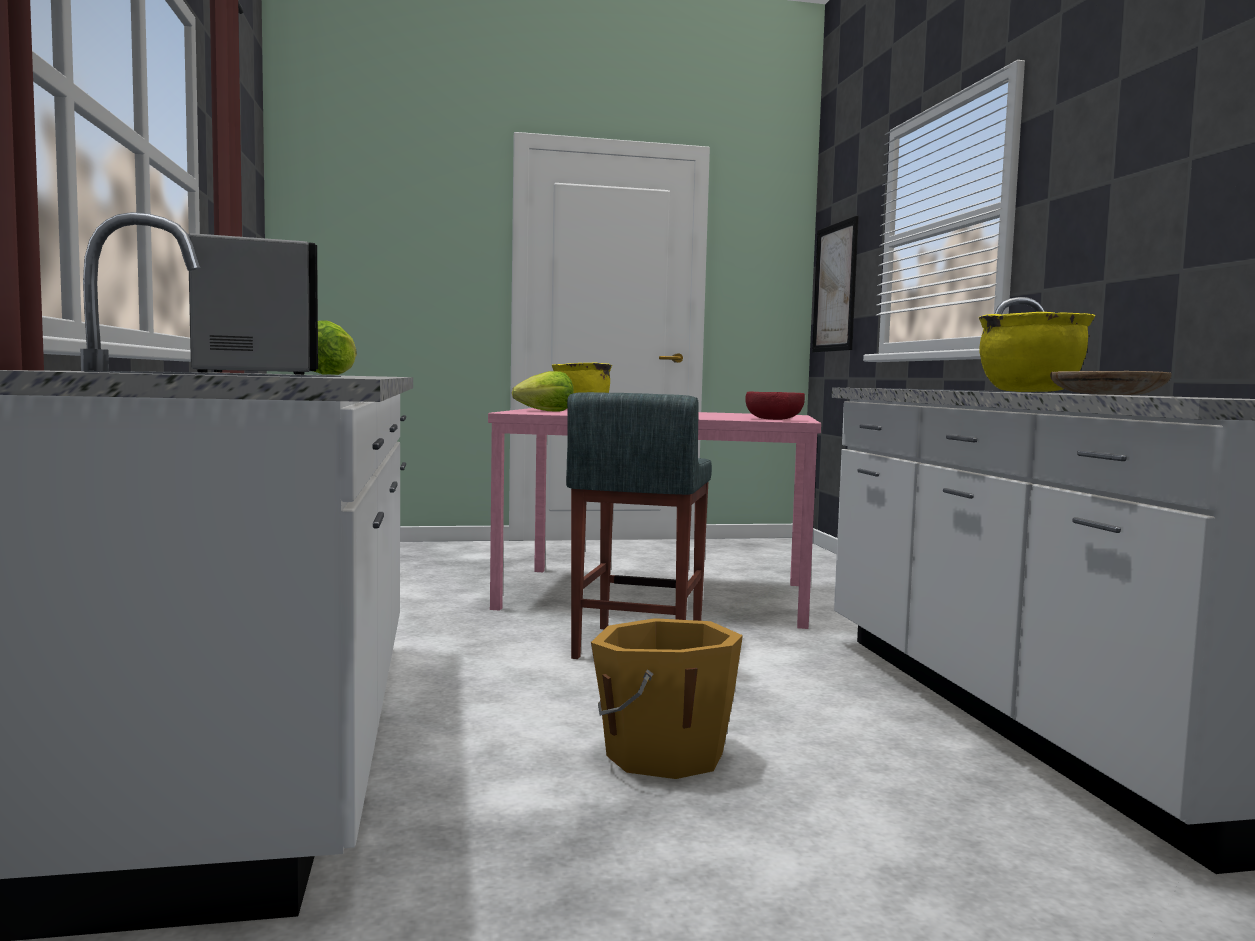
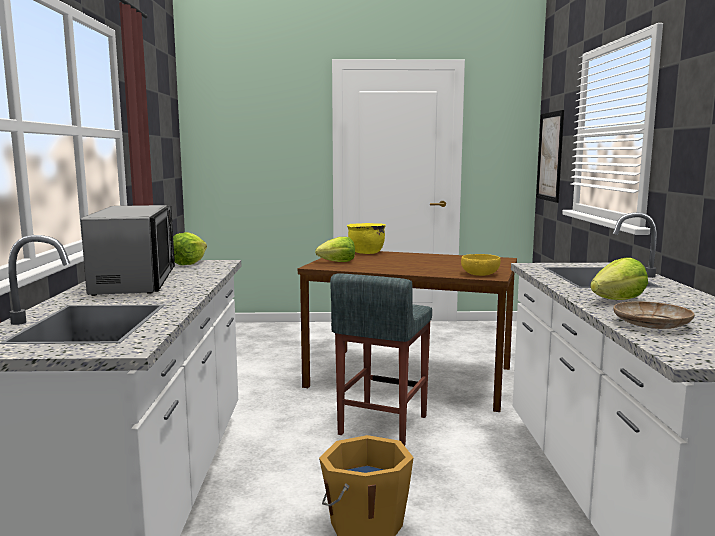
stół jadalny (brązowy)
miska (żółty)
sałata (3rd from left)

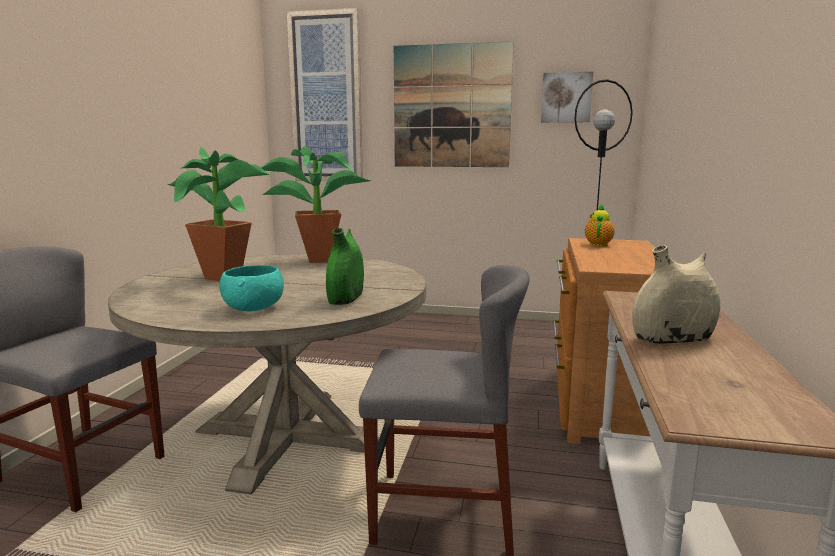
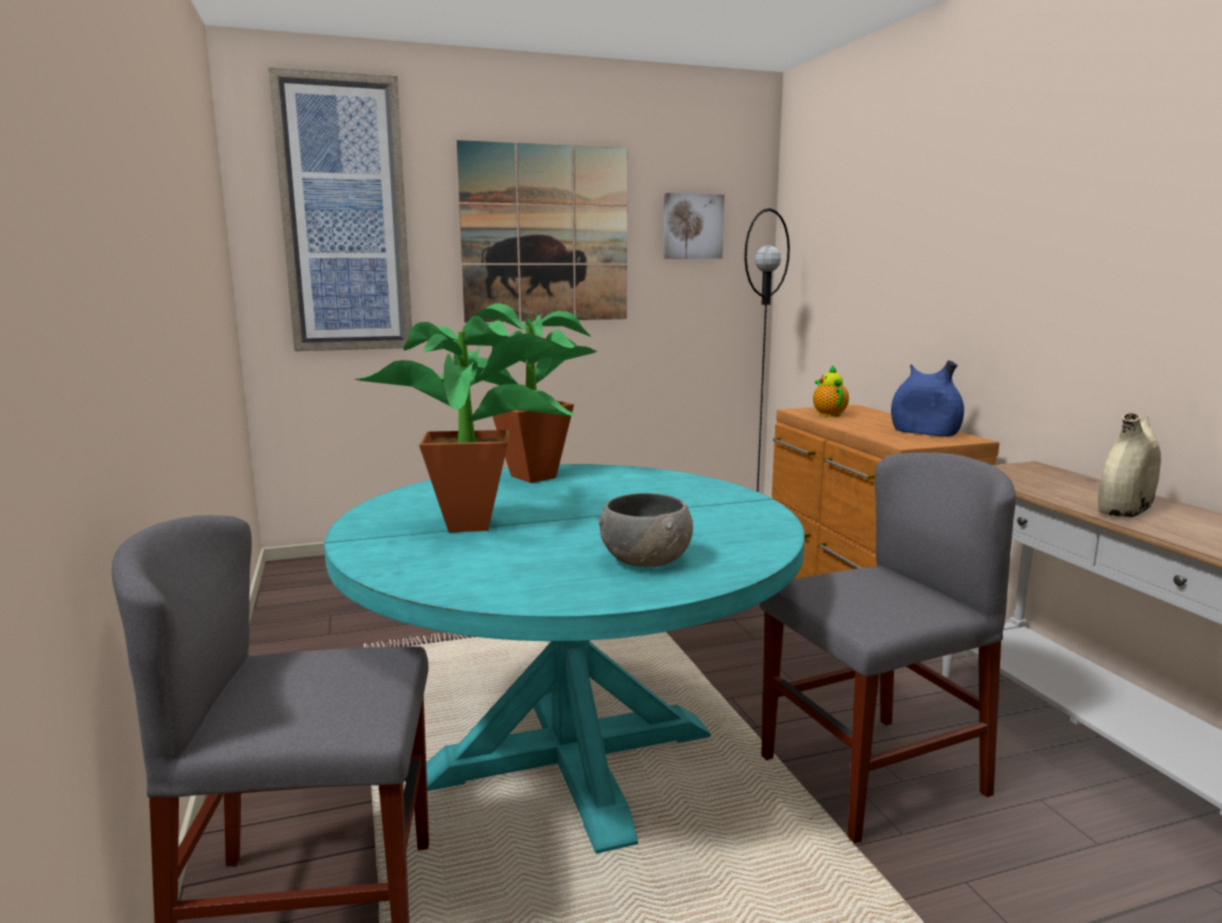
stół jadalny (turkusowy)
miska (szary)
wazon (niebieski)
wazon (zielony)

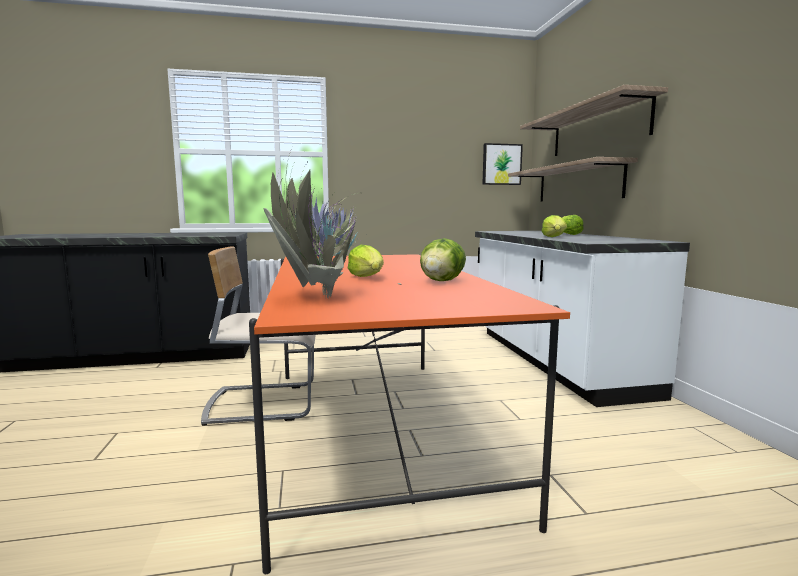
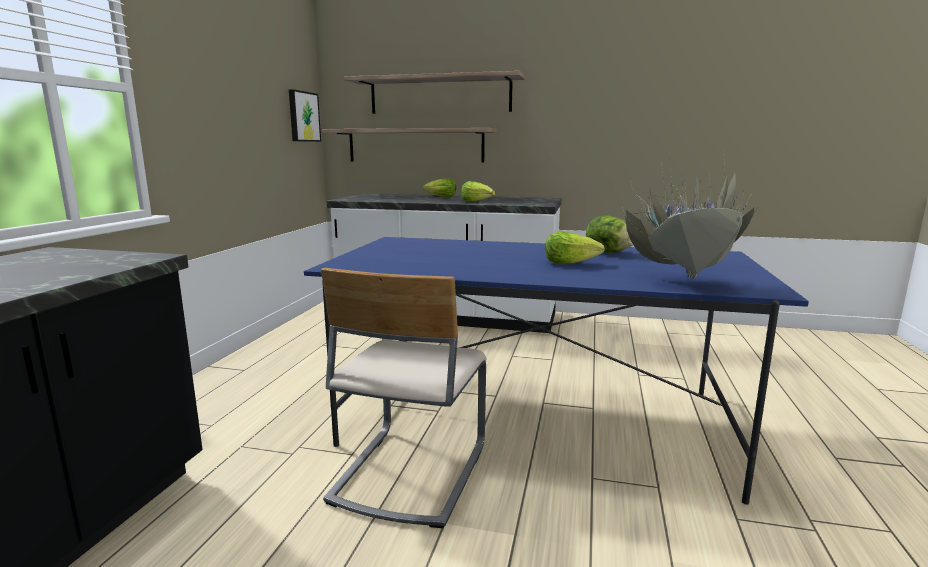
stół jadalny (niebieski)

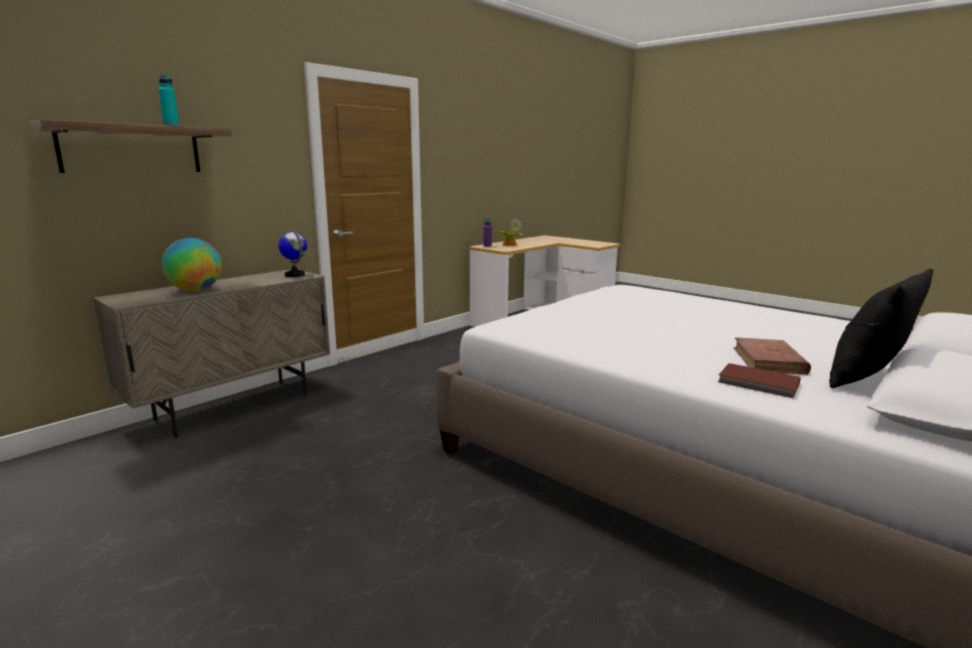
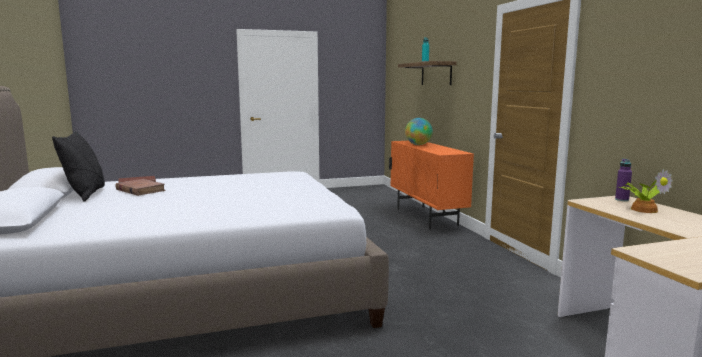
szafka (pomarańczowy)
globus (2nd from left in the first image)

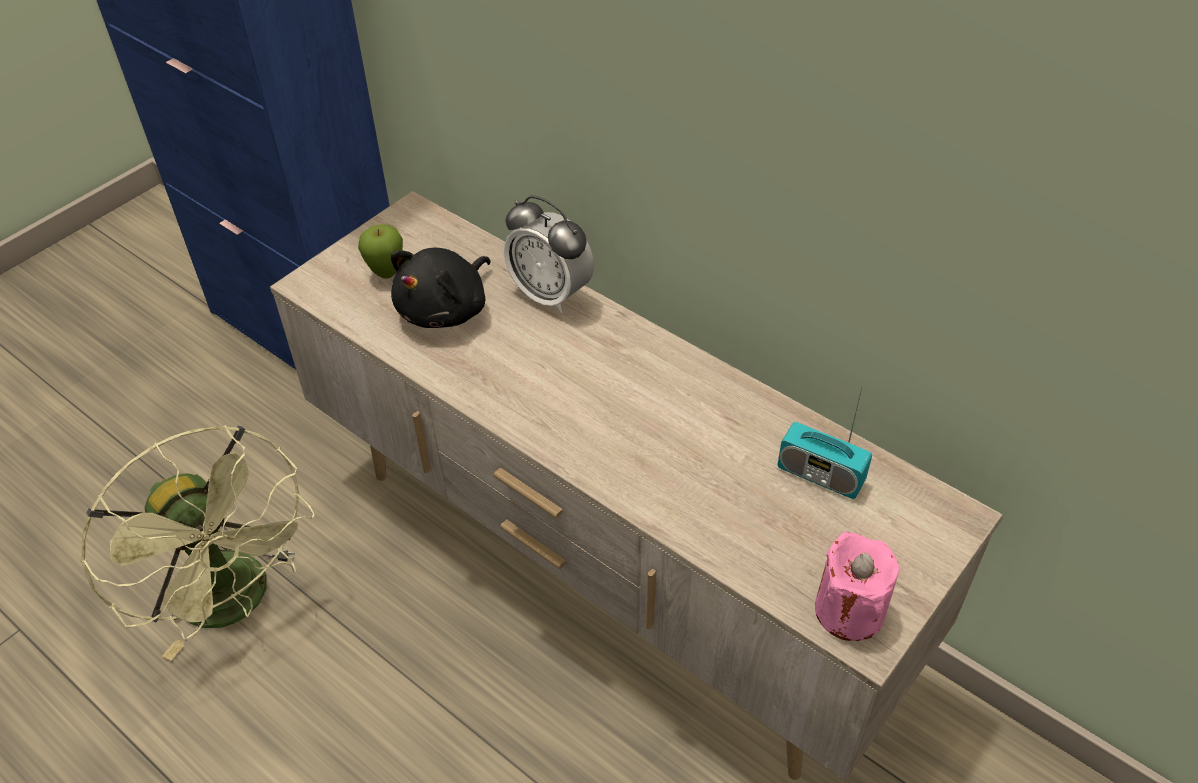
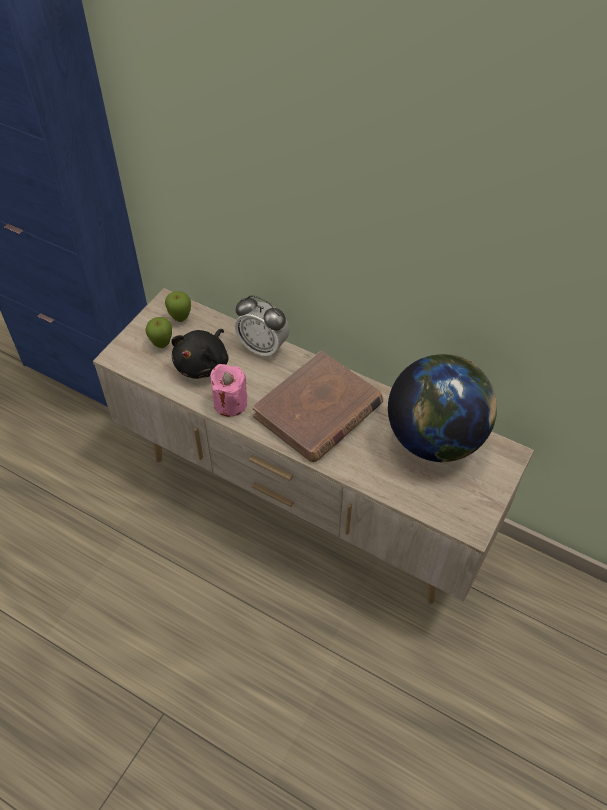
jabłko (2nd from left)
świeca (różowy)
książka (brązowy)
globus
wentylator (zielony)

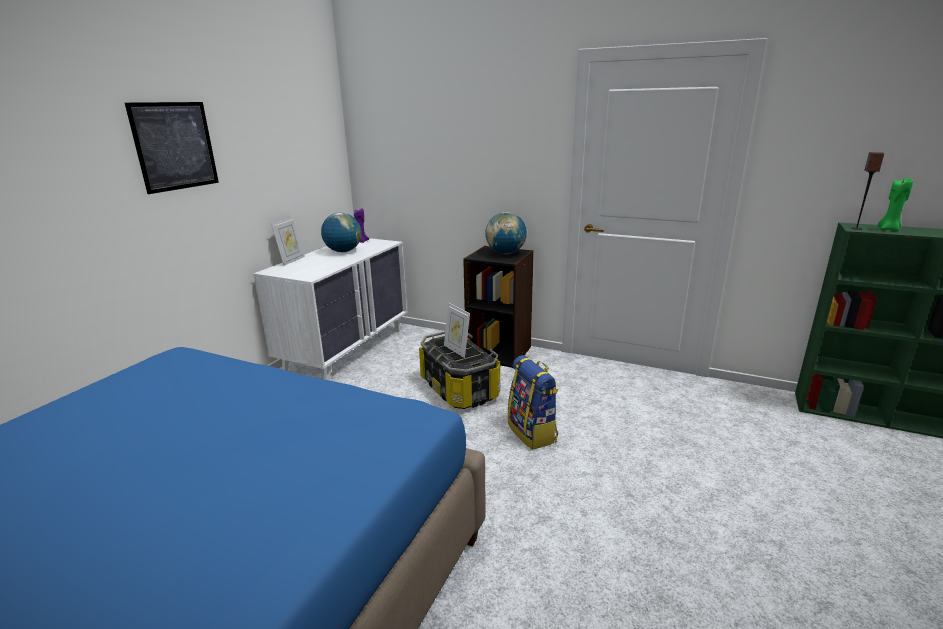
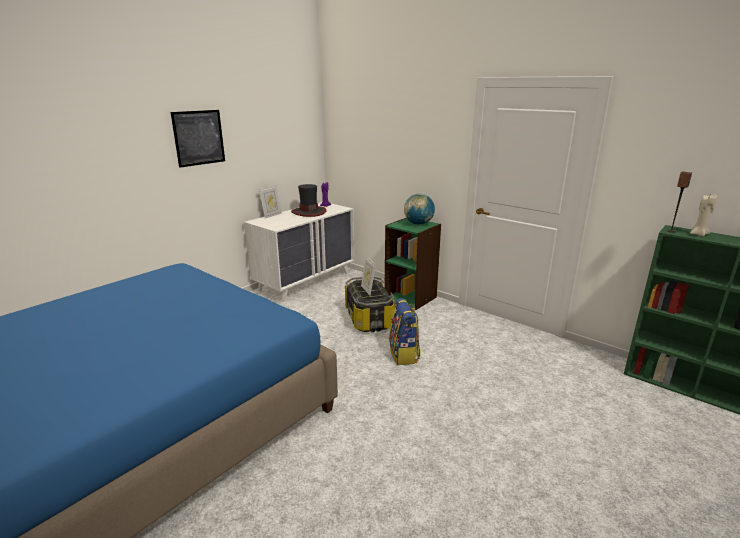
kapelusz
regał (zielony) (1st from left)
świeca (beżowy)

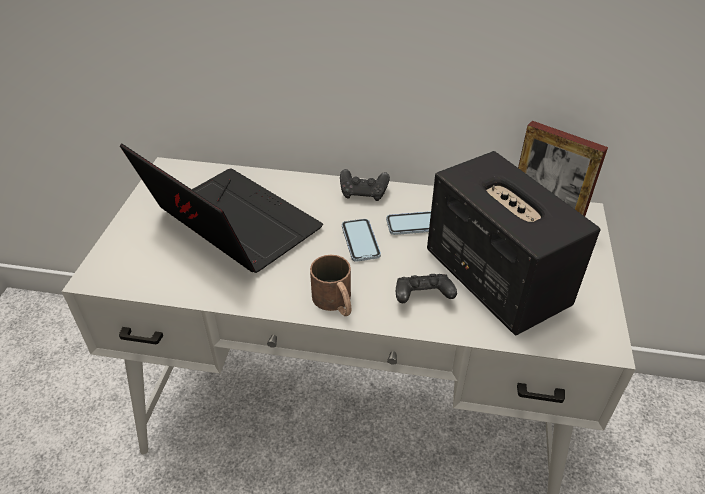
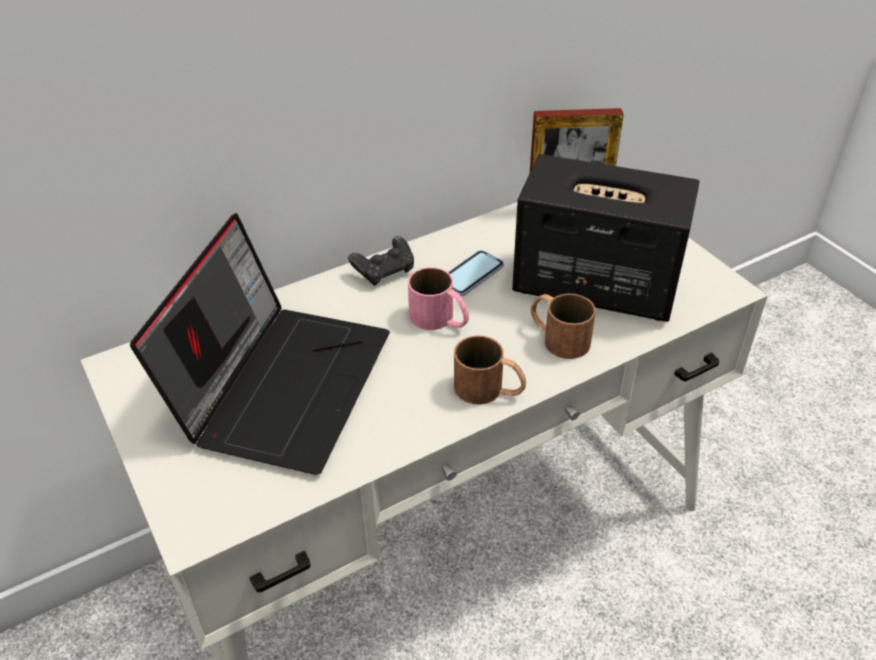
laptop
kubek (różowy)
kubek (brązowy) (2nd from left)

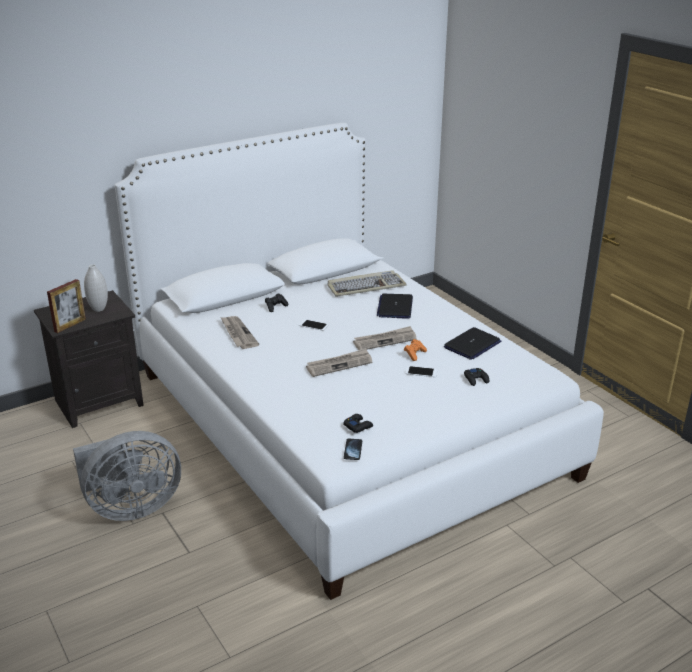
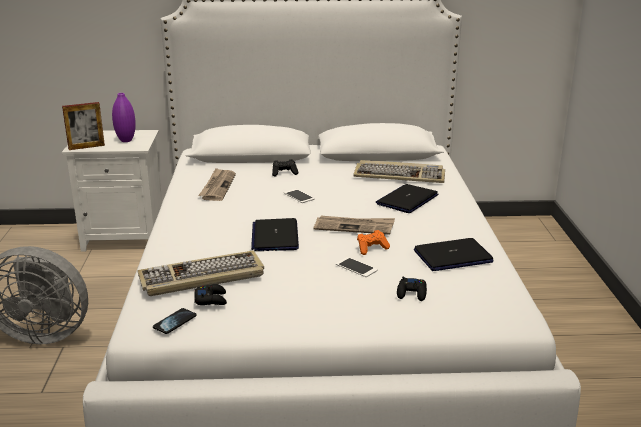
szafka nocna (biały)
wazon (fioletowy)
klawiatura (1st from left)
laptop (1st from left)

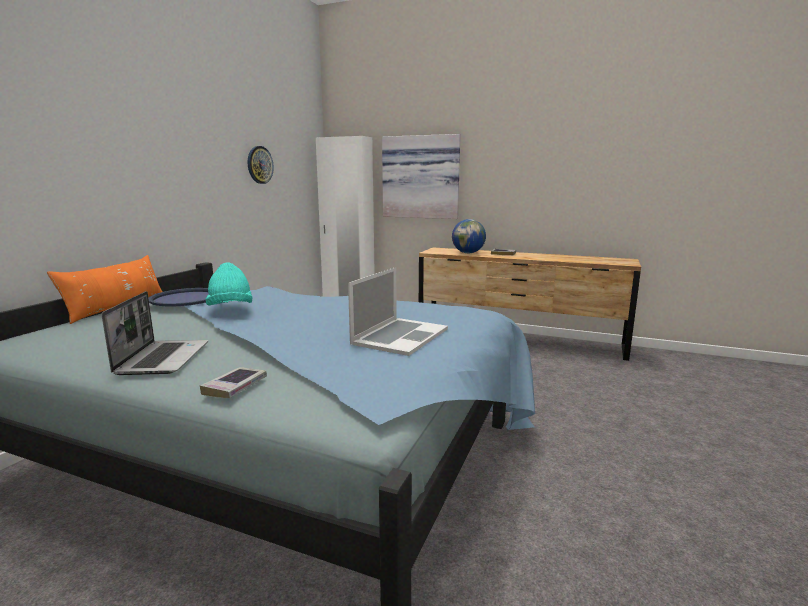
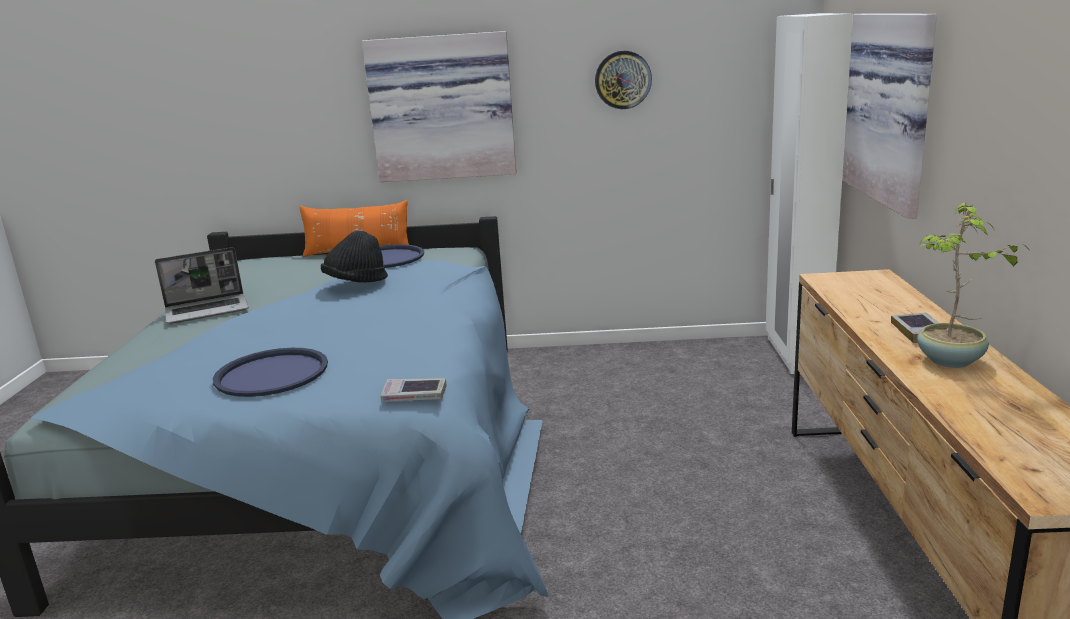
taca (niebieski) (1st from left)
kapelusz (czarny)
obraz (1st from left)
książka (1st from left)
roślina doniczkowa
globus

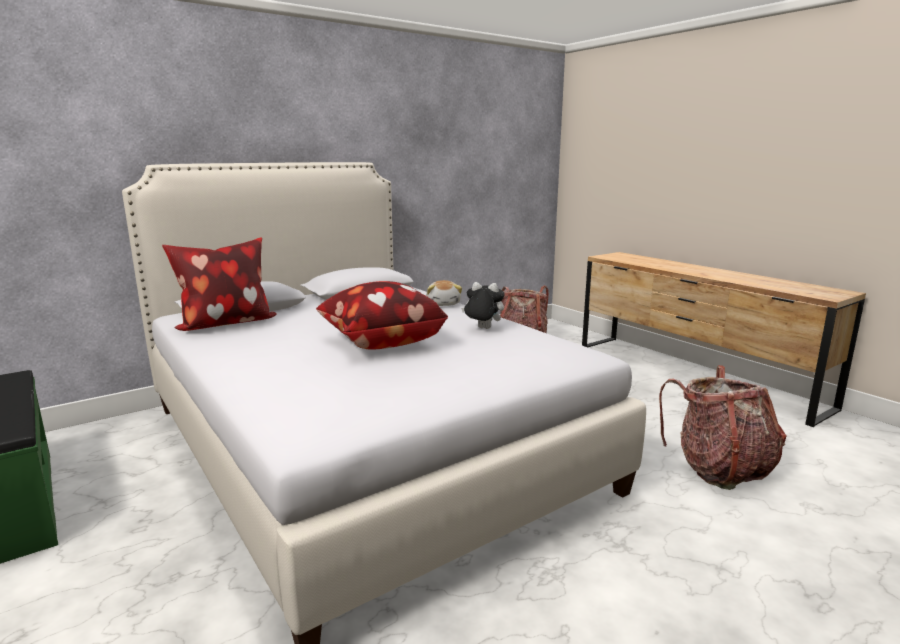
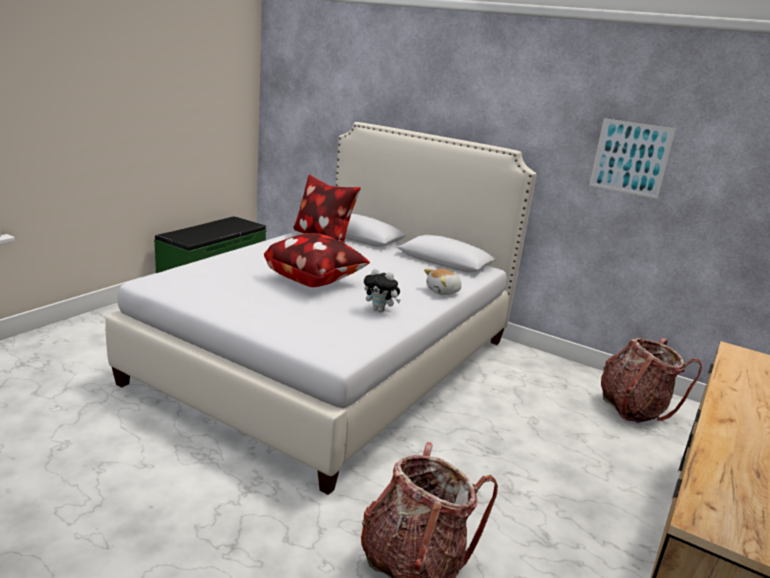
pluszak (1st from left)
obraz

